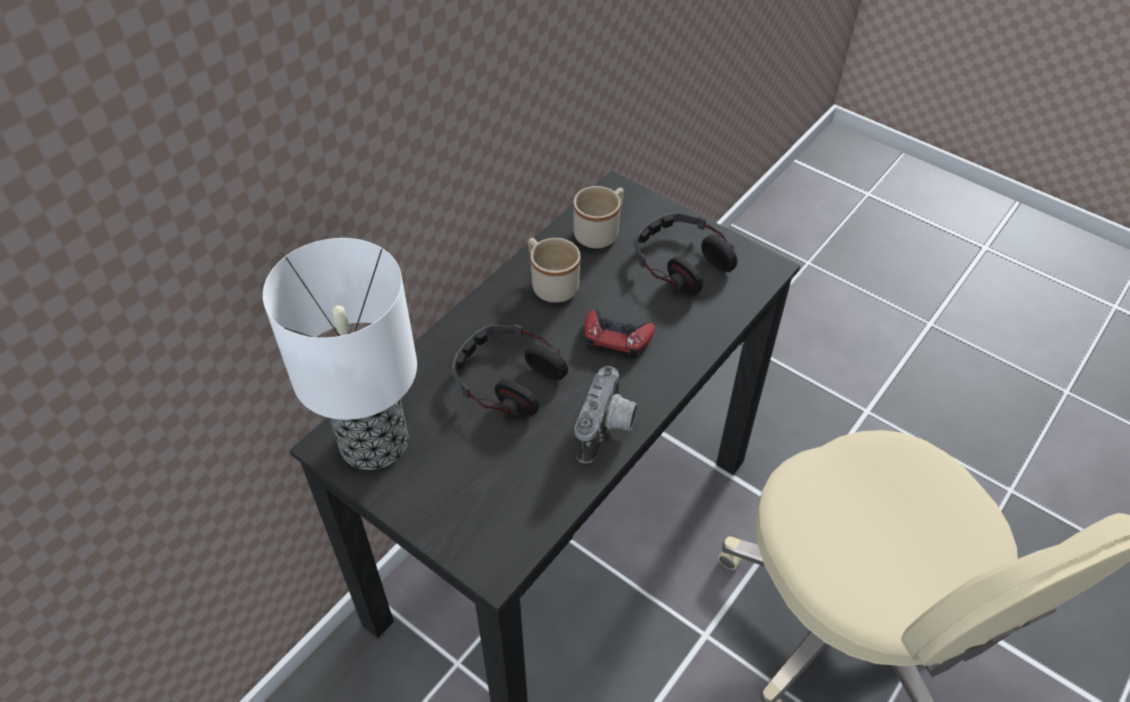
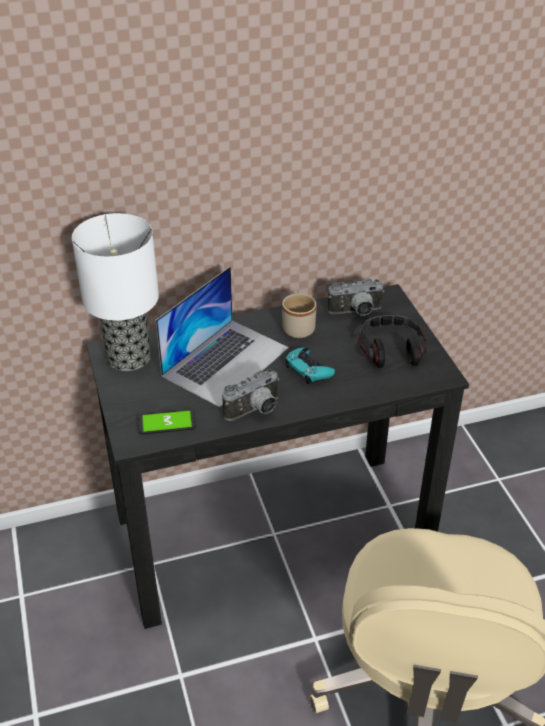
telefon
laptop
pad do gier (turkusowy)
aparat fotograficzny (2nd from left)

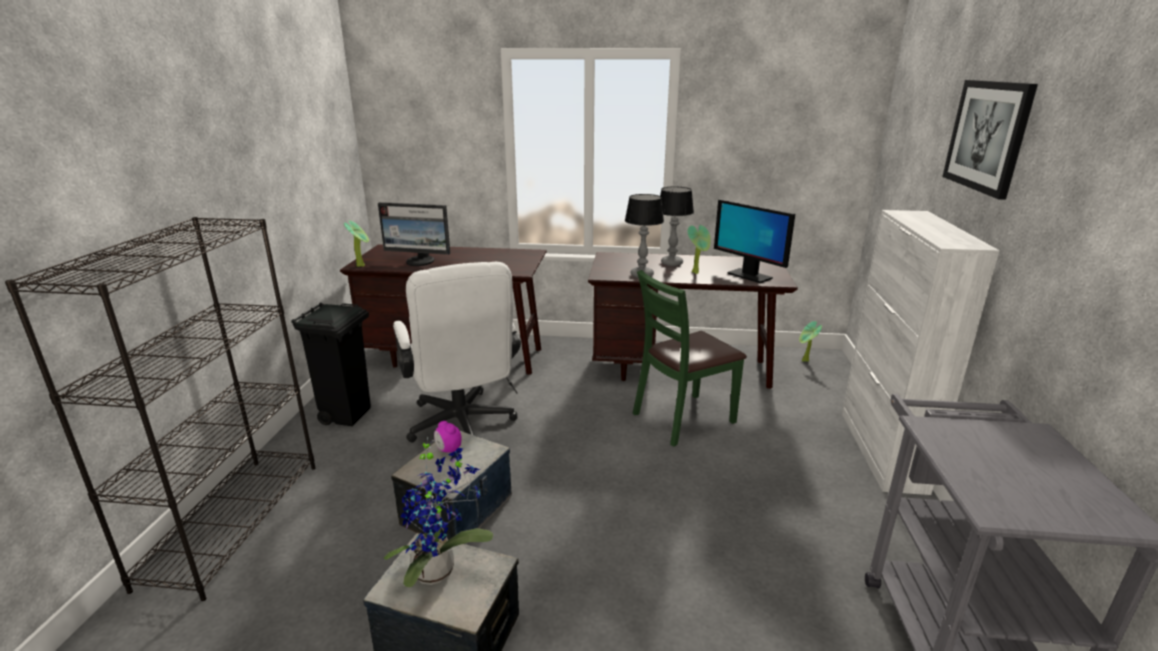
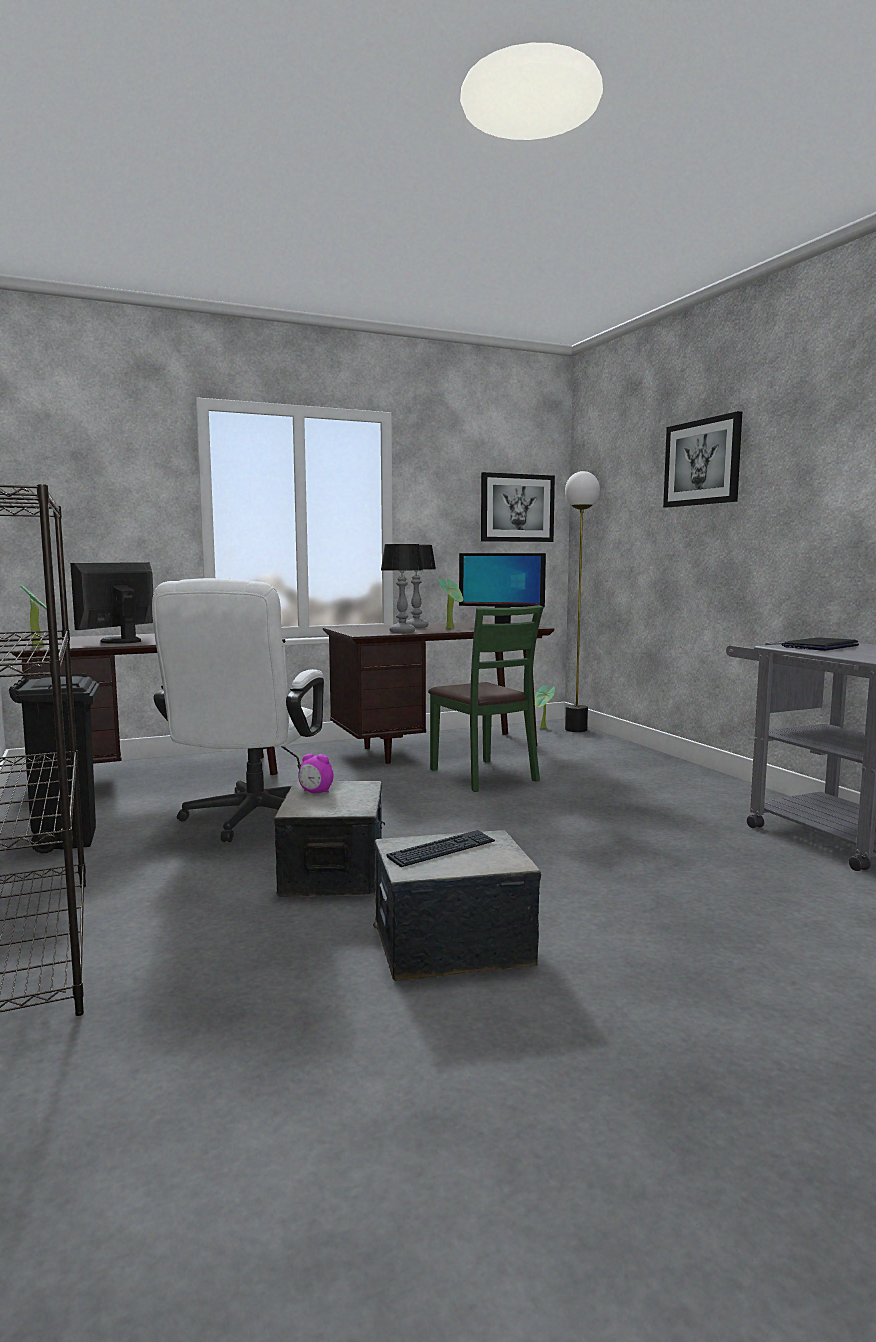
monitor (1st from left)
krzesło biurowe (biały)
klawiatura
krzesło (zielony)
obraz (1st from left)
lampa stojąca
laptop
szafka (biały)

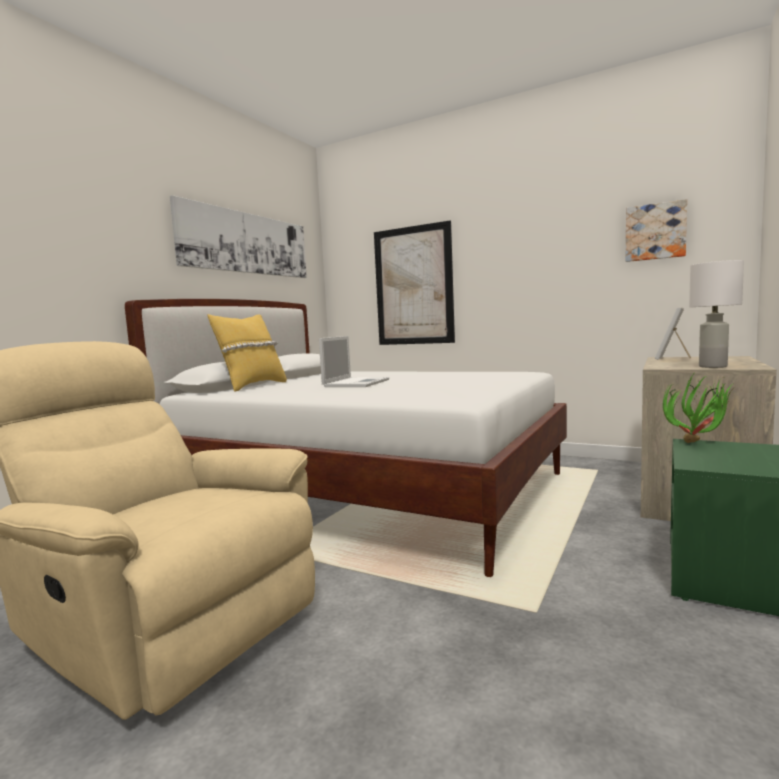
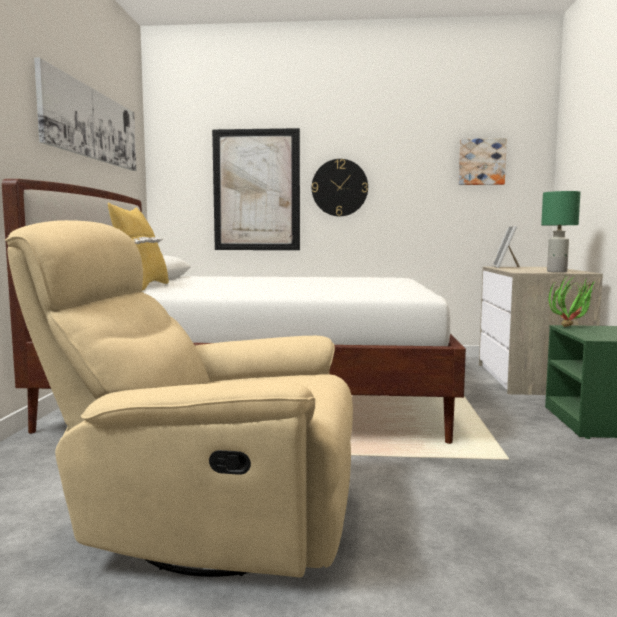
zegar ścienny
lampa stołowa (zielony)
laptop

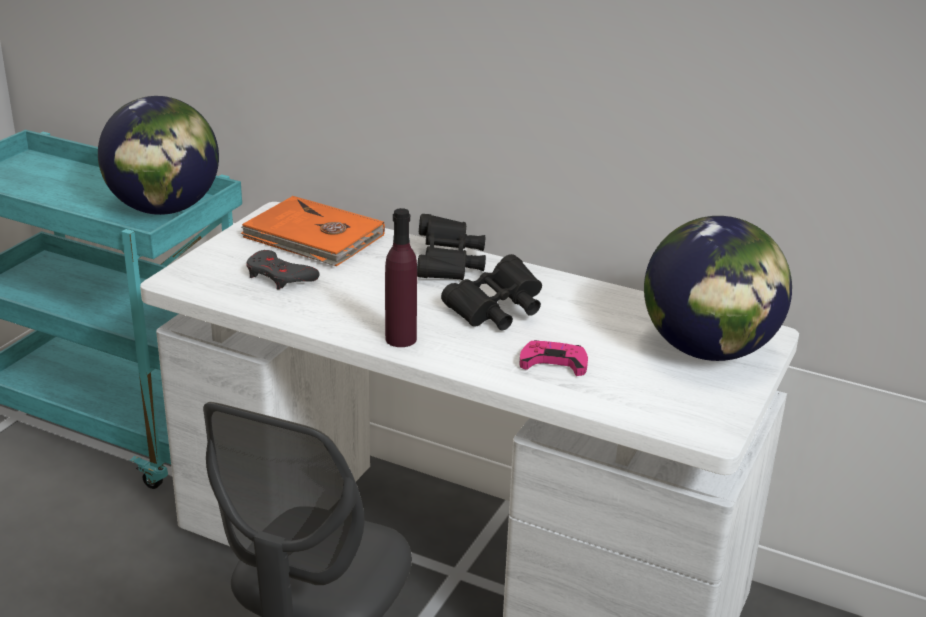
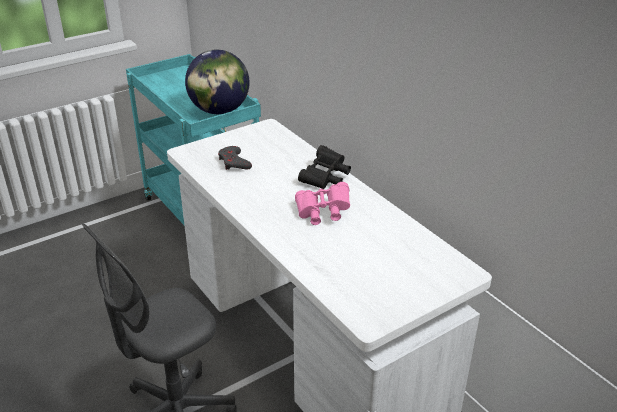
lornetka (różowy)
książka (pomarańczowy)
butelka (fioletowy)
pad do gier (różowy)
globus (2nd from left in the first image)

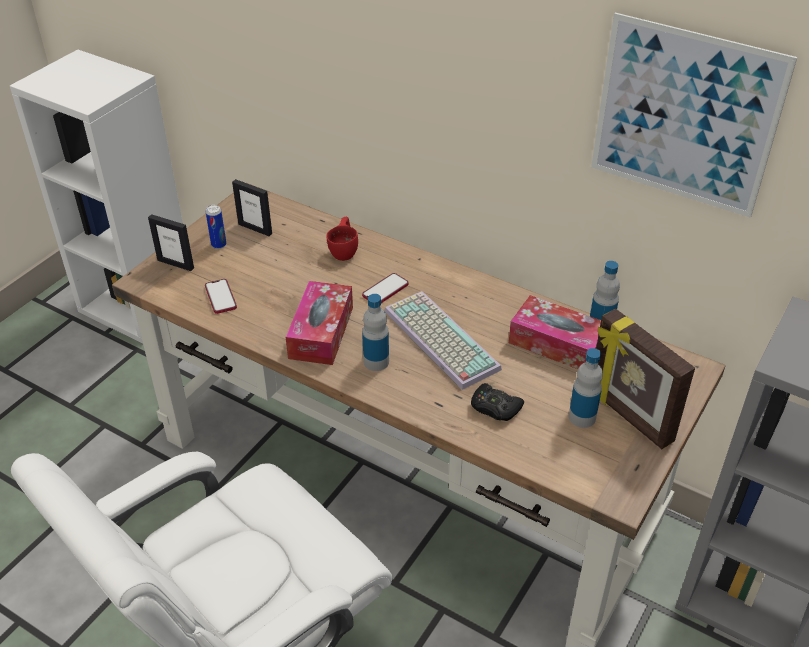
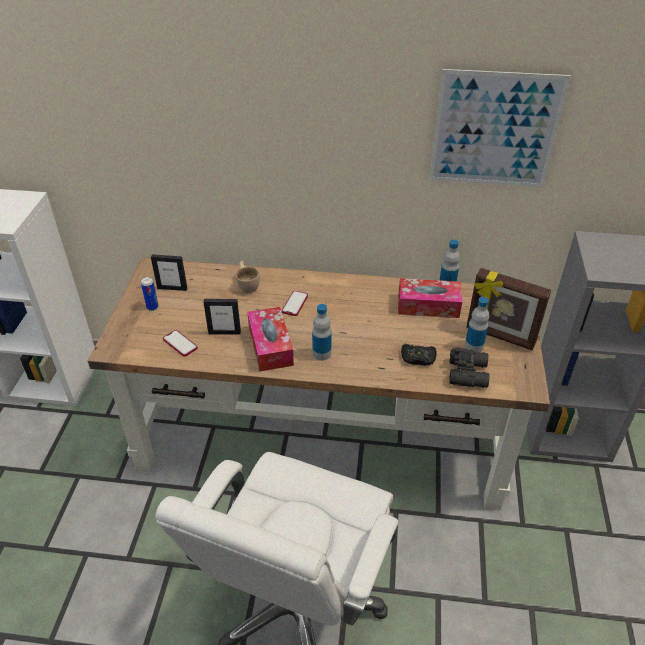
ramka na zdjęcie (2nd from left)
filiżanka (beżowy)
lornetka (czarny)
klawiatura

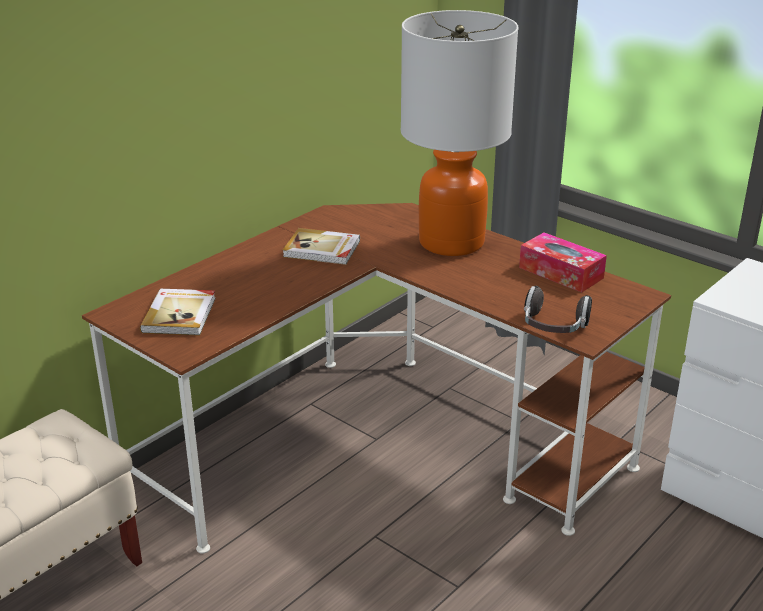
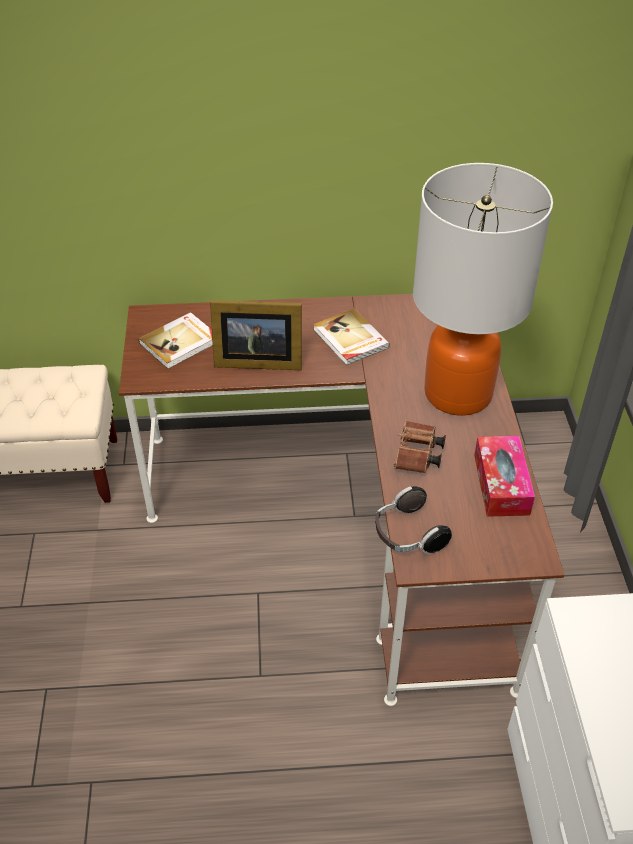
ramka na zdjęcie
lornetka (brązowy)

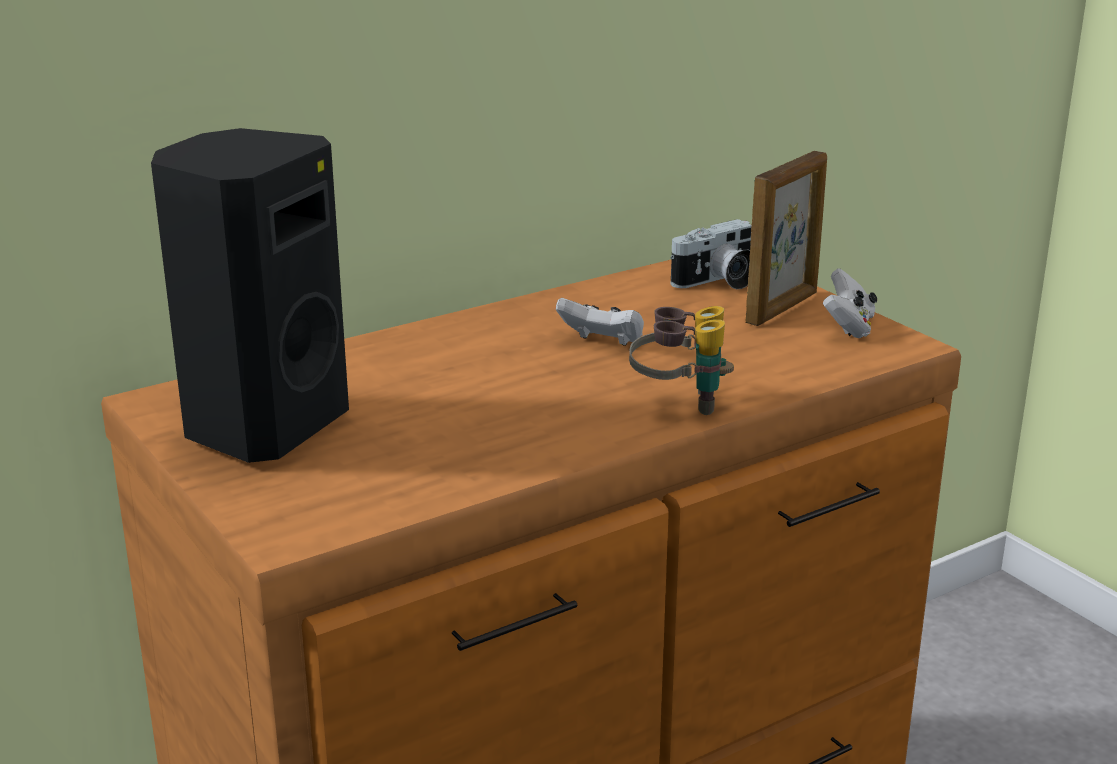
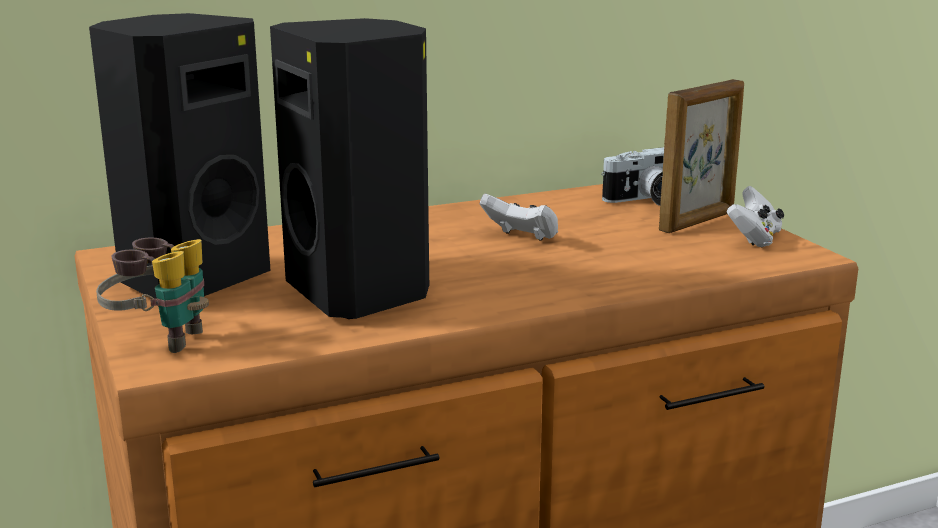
lornetka
głośnik (czarny) (2nd from left)

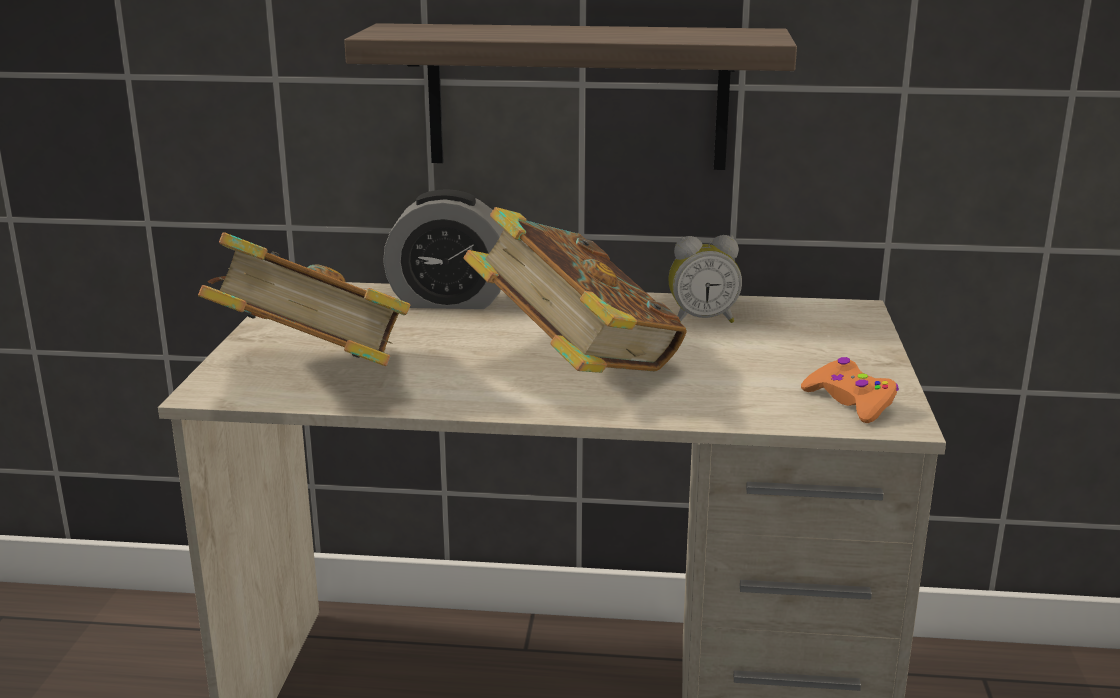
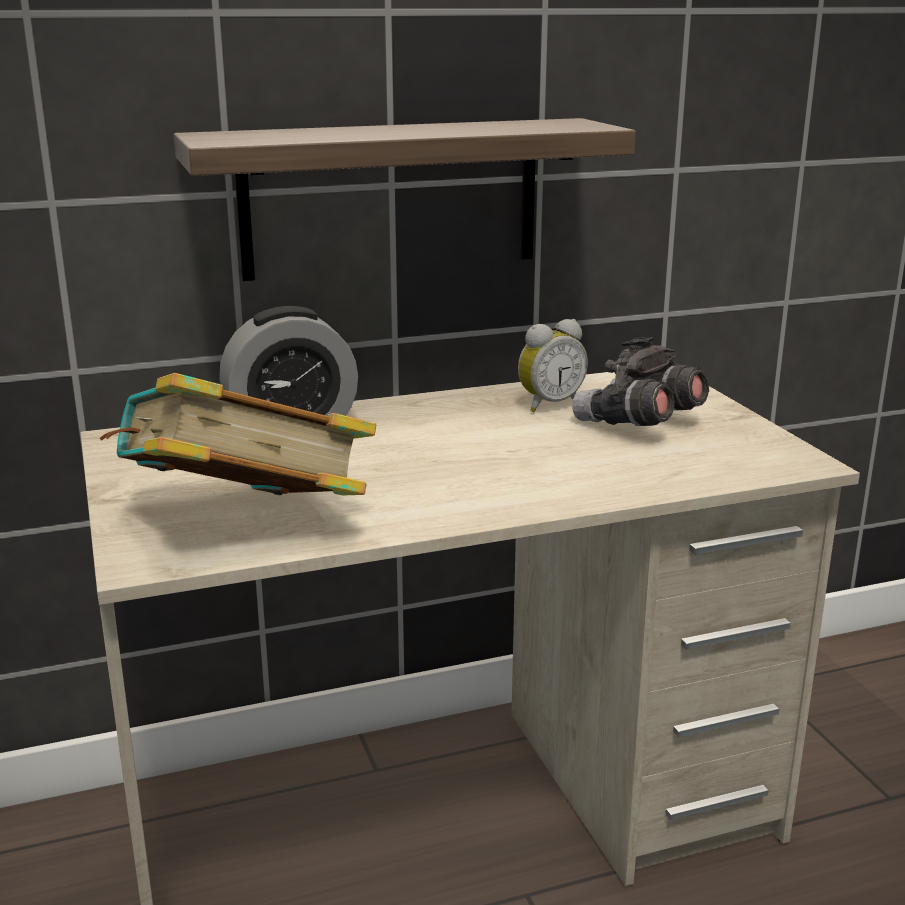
lornetka (szary)
książka (2nd from left in the first image)
pad do gier (pomarańczowy)

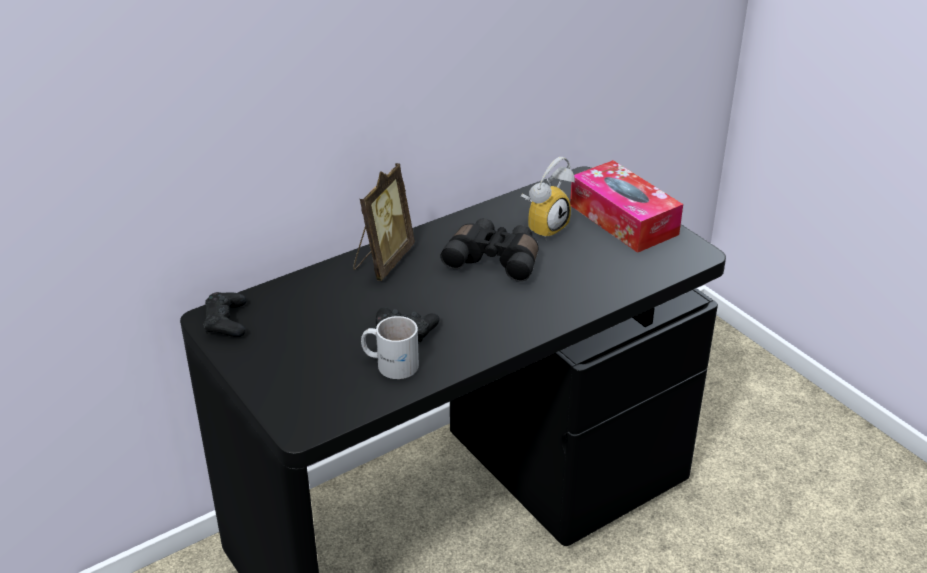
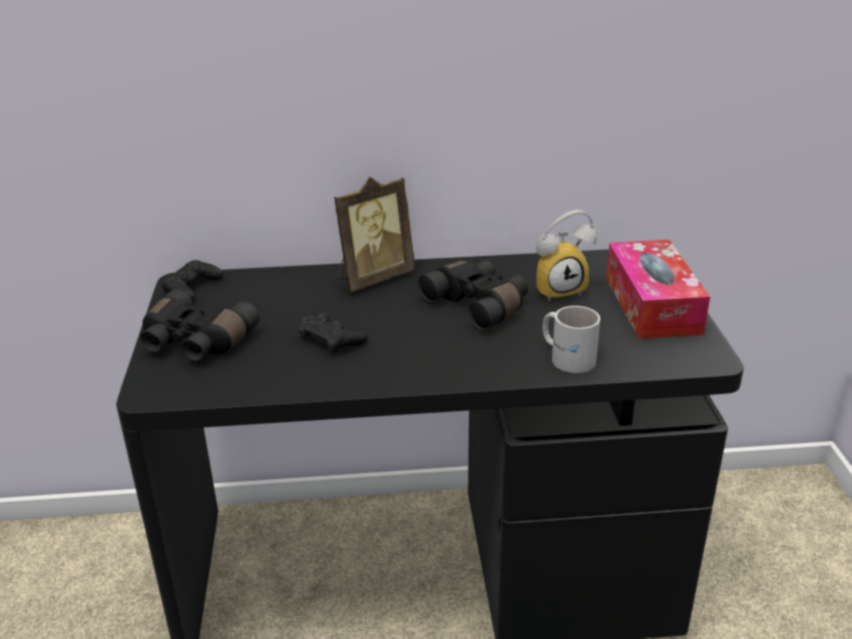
lornetka (czarny) (1st from left)
kubek (biały)

